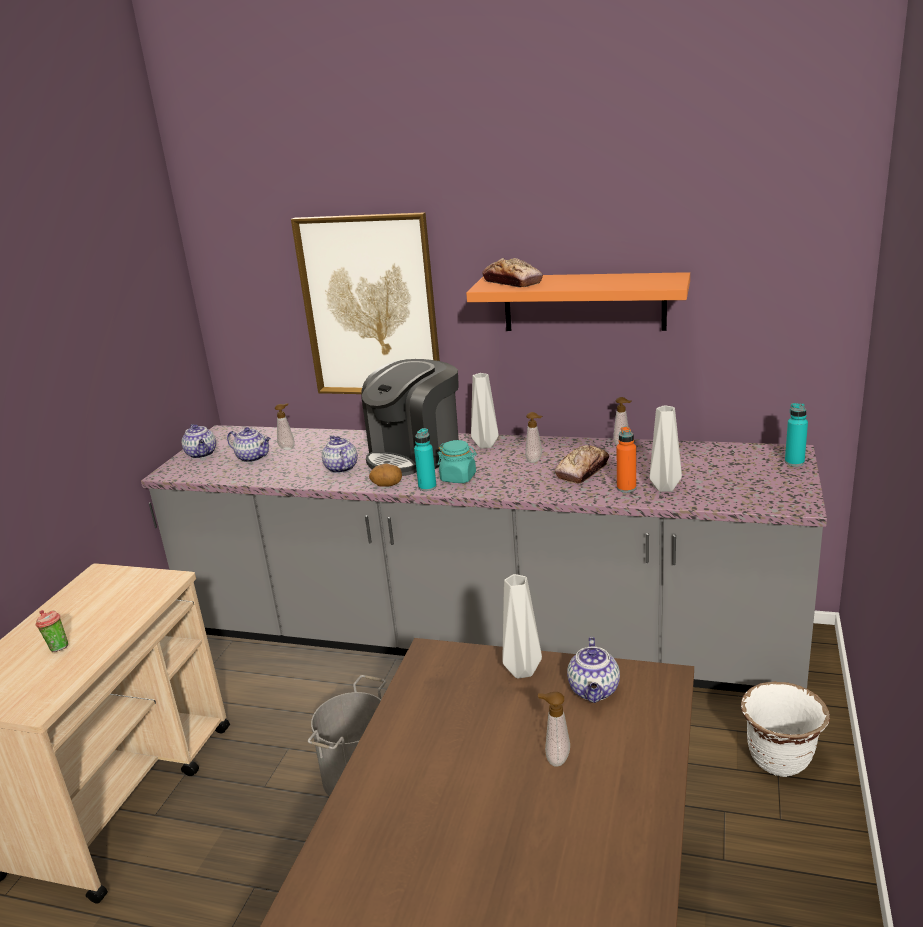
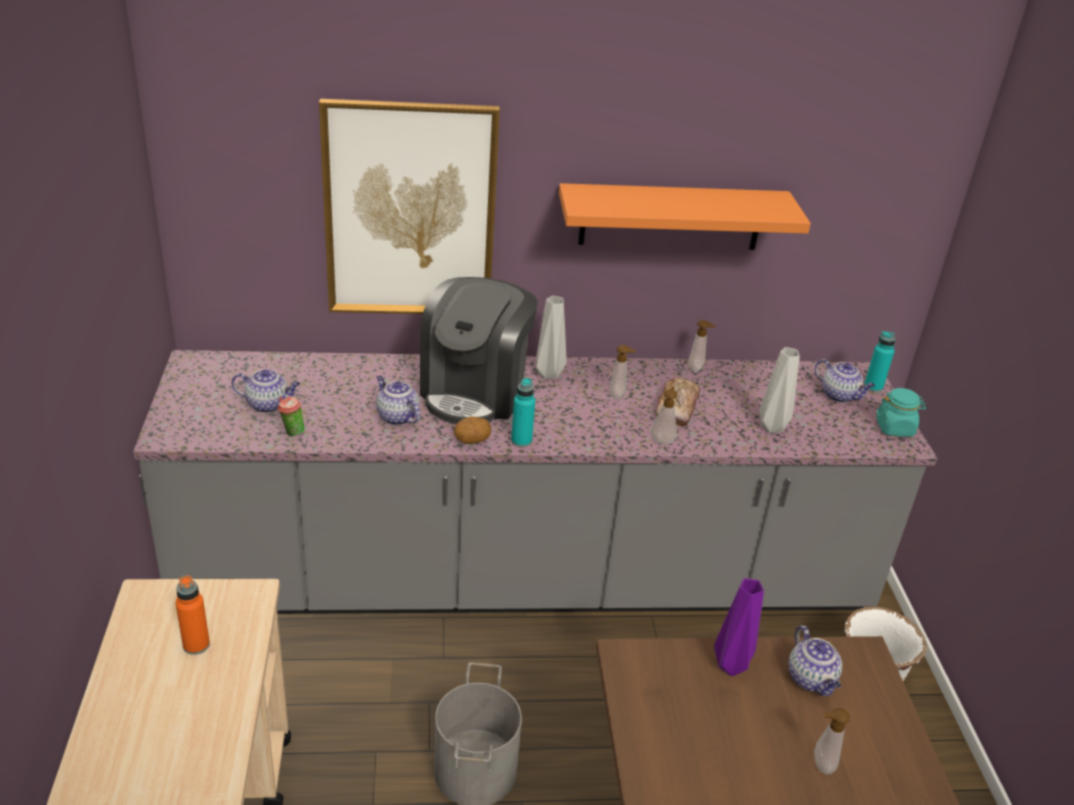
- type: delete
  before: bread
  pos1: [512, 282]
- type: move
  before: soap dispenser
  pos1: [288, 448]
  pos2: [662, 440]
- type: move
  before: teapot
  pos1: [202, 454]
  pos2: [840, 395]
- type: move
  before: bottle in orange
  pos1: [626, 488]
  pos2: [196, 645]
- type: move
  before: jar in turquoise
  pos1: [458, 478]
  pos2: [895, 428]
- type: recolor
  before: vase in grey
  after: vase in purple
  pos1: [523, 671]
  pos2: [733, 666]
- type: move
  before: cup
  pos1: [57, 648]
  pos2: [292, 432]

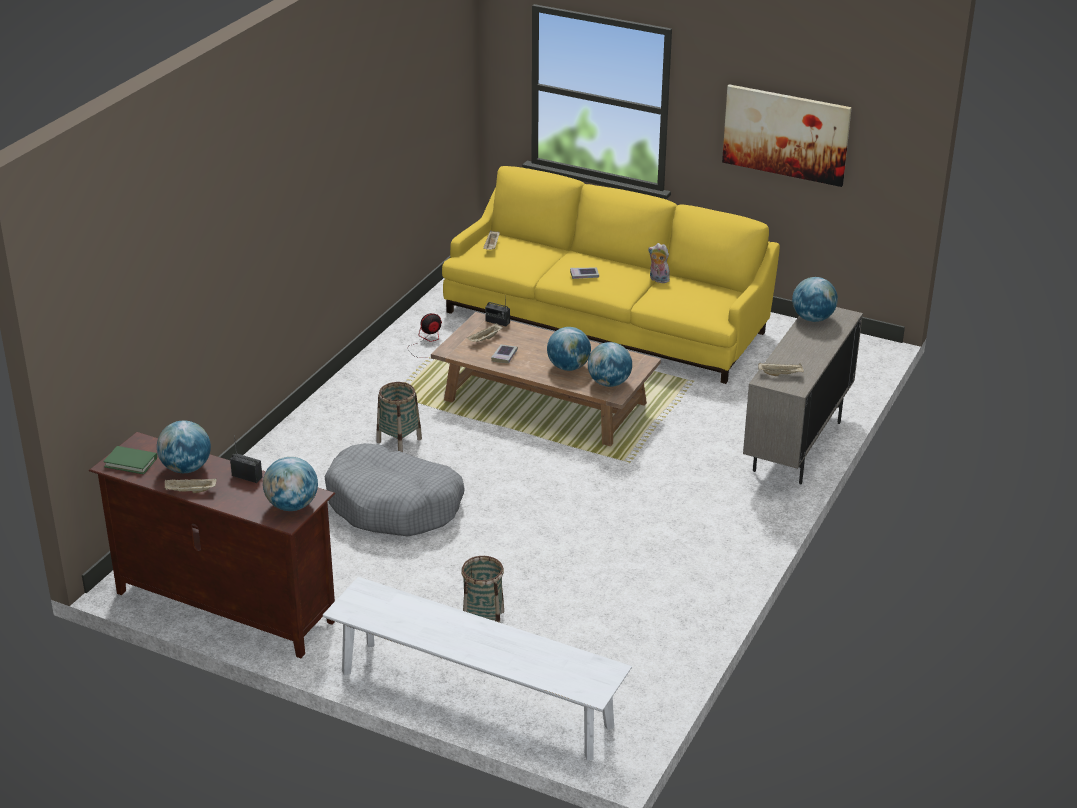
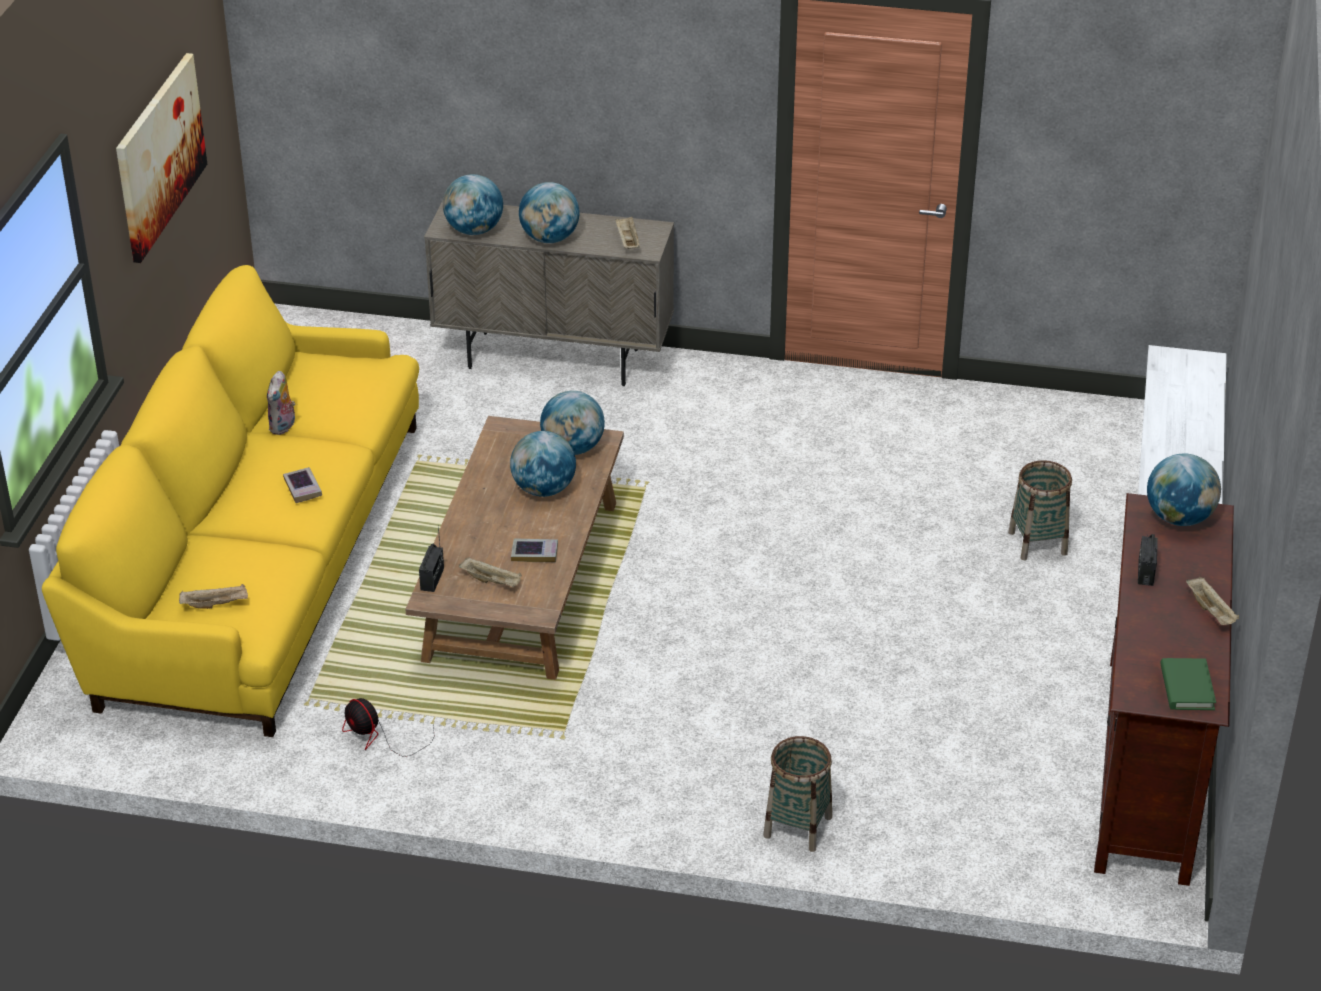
- type: move
  before: basket
  pos1: [399, 440]
  pos2: [797, 826]
- type: move
  before: globe
  pos1: [186, 468]
  pos2: [549, 238]
- type: delete
  before: dog bed in grey
  pos1: [394, 505]

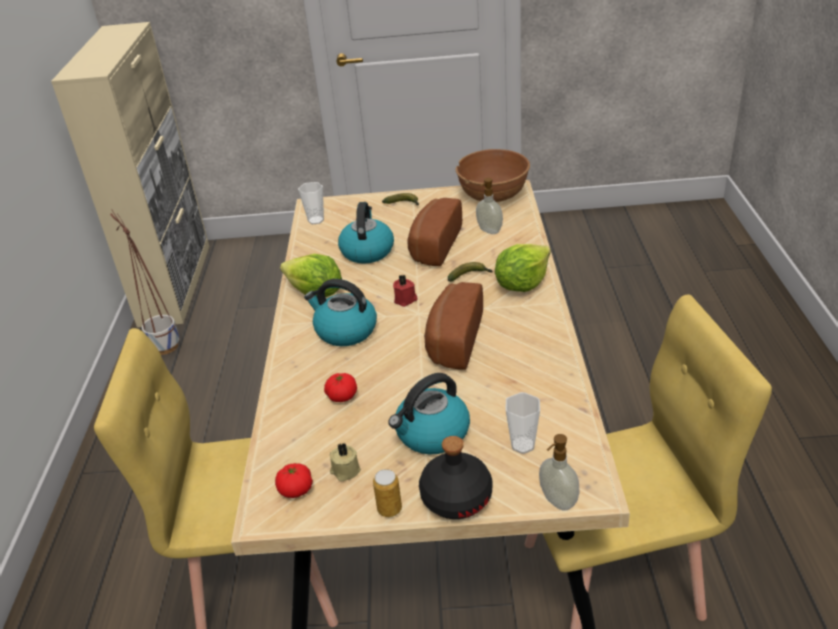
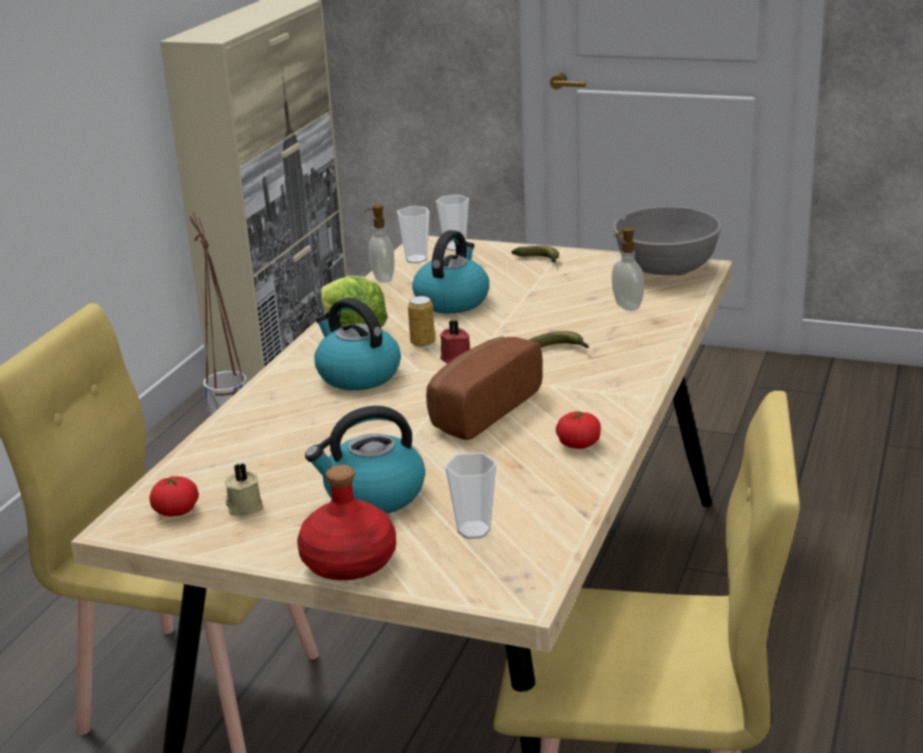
- type: recolor
  before: bowl in brown
  after: bowl in grey
  pos1: [493, 195]
  pos2: [666, 270]
- type: delete
  before: bread
  pos1: [433, 245]
- type: delete
  before: lettuce
  pos1: [522, 284]
- type: move
  before: tomato
  pos1: [342, 396]
  pos2: [578, 444]
- type: move
  before: soap dispenser
  pos1: [557, 501]
  pos2: [382, 279]
- type: recolor
  before: bottle in black
  after: bottle in red
  pos1: [456, 497]
  pos2: [349, 561]
- type: move
  before: can
  pos1: [389, 509]
  pos2: [422, 343]
- type: insert
  after: cup
  pos2: [455, 247]

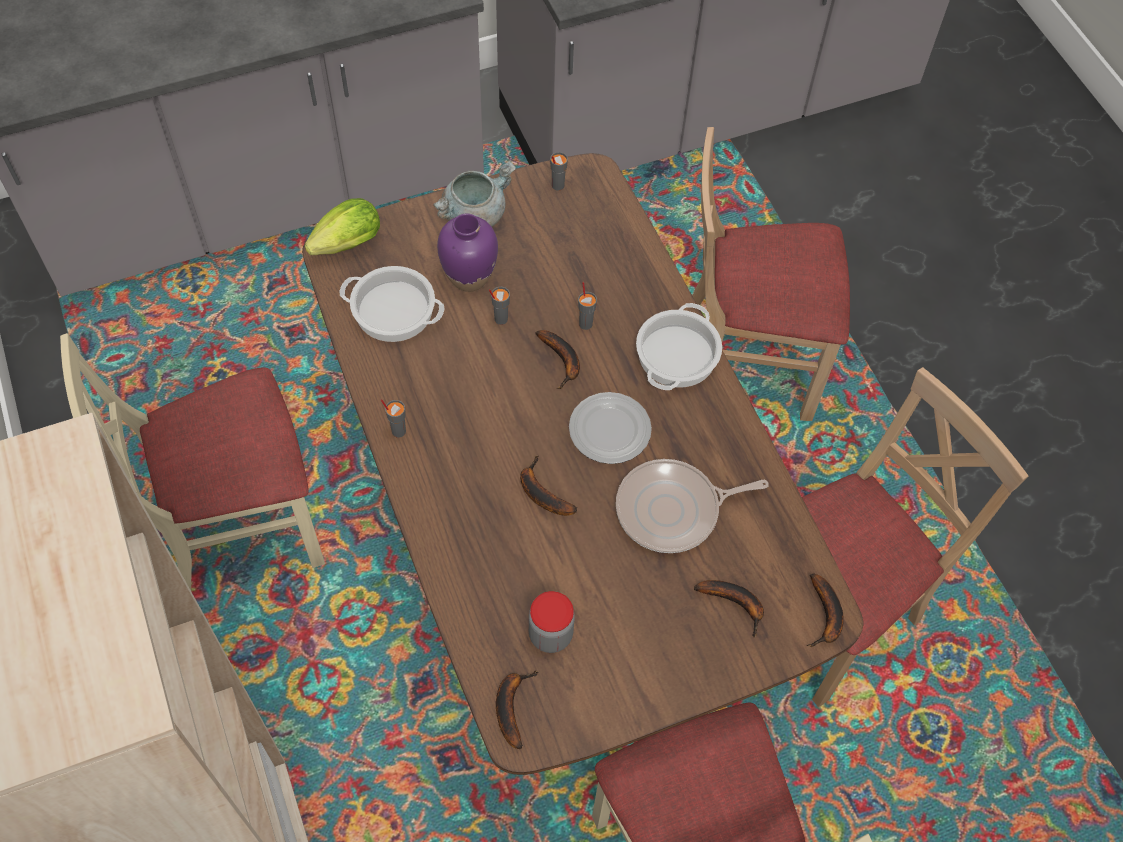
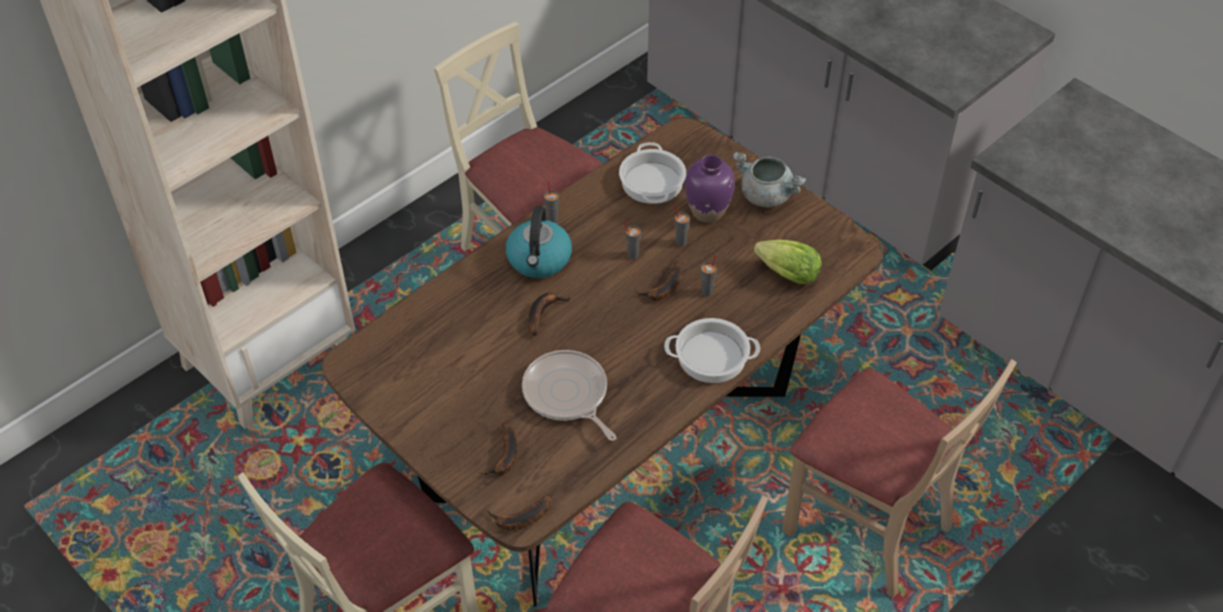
- type: rotate
  before: chair in beige
  pos1: [745, 364]
  pos2: [868, 527]
  turn: 150
- type: move
  before: cup in grey
  pos1: [557, 185]
  pos2: [632, 255]
- type: move
  before: lettuce
  pos1: [344, 246]
  pos2: [784, 273]
- type: delete
  before: plate
  pos1: [610, 430]
- type: delete
  before: jar
  pos1: [550, 635]
- type: delete
  before: banana
  pos1: [511, 706]
- type: insert
  after: kettle
  pos2: [539, 260]

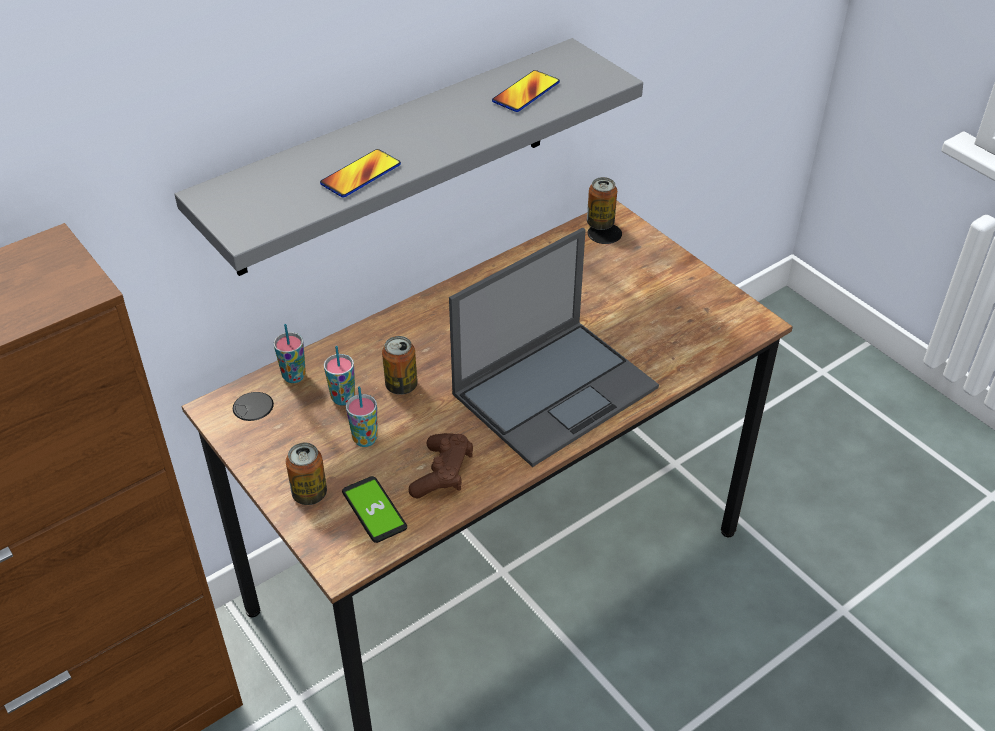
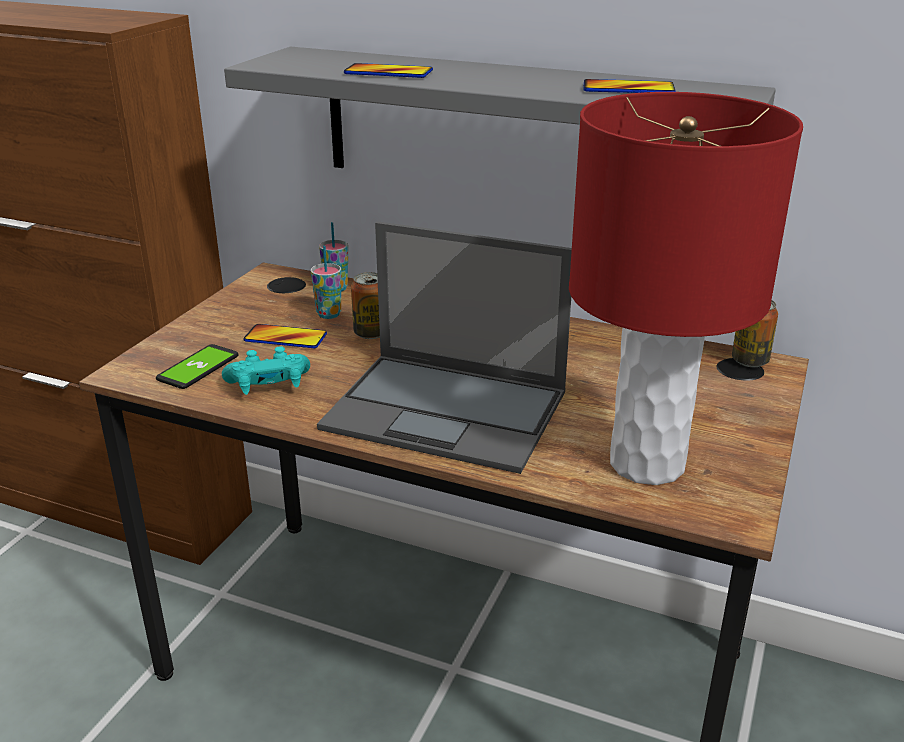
- type: replace
  before: cup
  after: phone
  pos1: [365, 439]
  pos2: [285, 338]
- type: recolor
  before: game controller in brown
  after: game controller in turquoise
  pos1: [443, 474]
  pos2: [269, 386]
- type: delete
  before: can
  pos1: [309, 494]
- type: insert
  after: table lamp in red
  pos2: [648, 463]

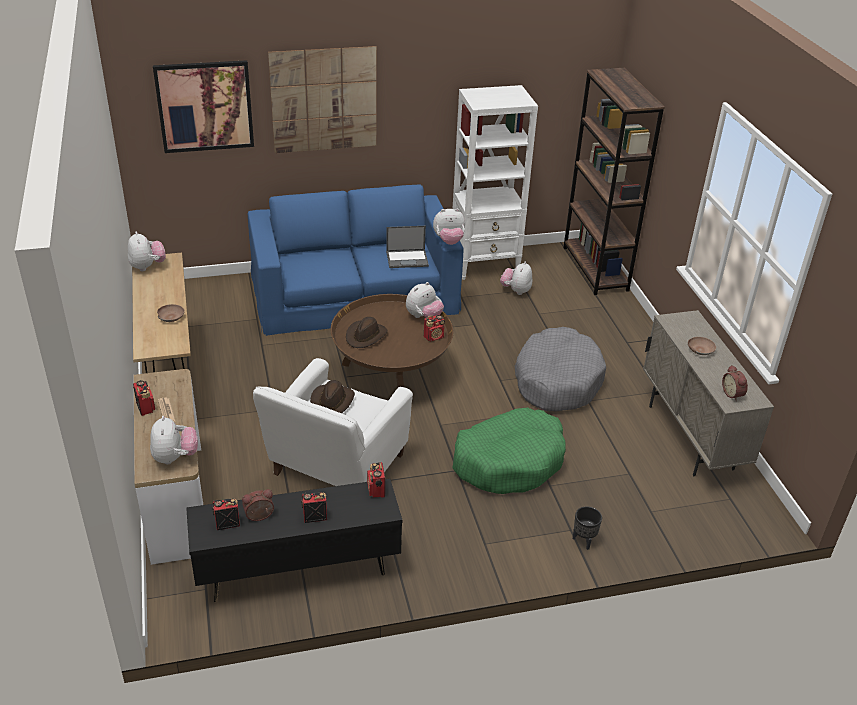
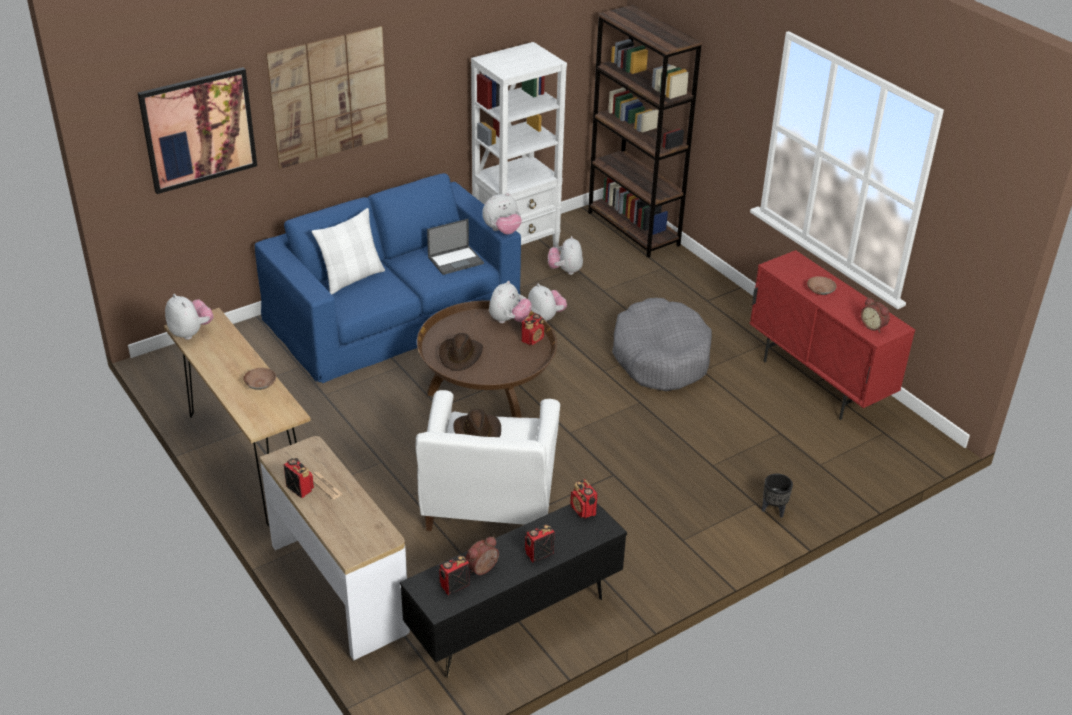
- type: recolor
  before: cabinet in beige
  after: cabinet in red
  pos1: [690, 437]
  pos2: [817, 383]
- type: delete
  before: dog bed in green
  pos1: [509, 461]
- type: move
  before: plush toy
  pos1: [175, 457]
  pos2: [546, 317]
- type: insert
  after: pillow in white
  pos2: [352, 278]

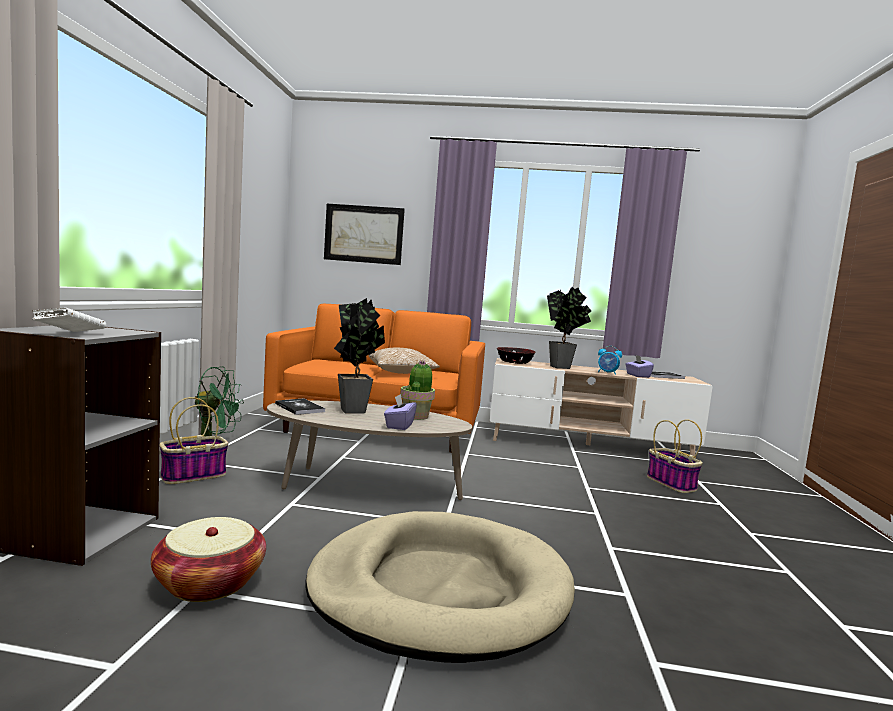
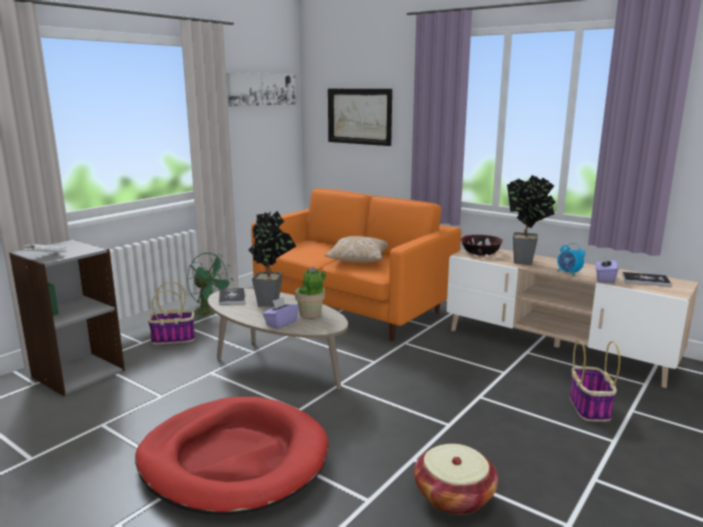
- type: recolor
  before: dog bed in beige
  after: dog bed in red
  pos1: [439, 589]
  pos2: [234, 459]
- type: move
  before: basket
  pos1: [209, 582]
  pos2: [454, 496]
- type: insert
  after: picture
  pos2: [261, 89]

